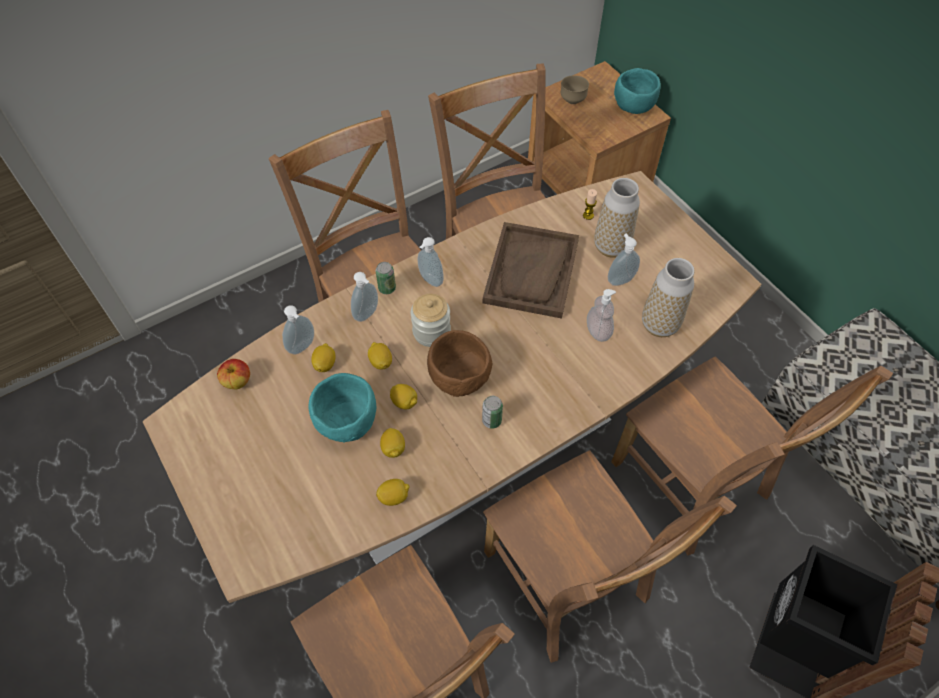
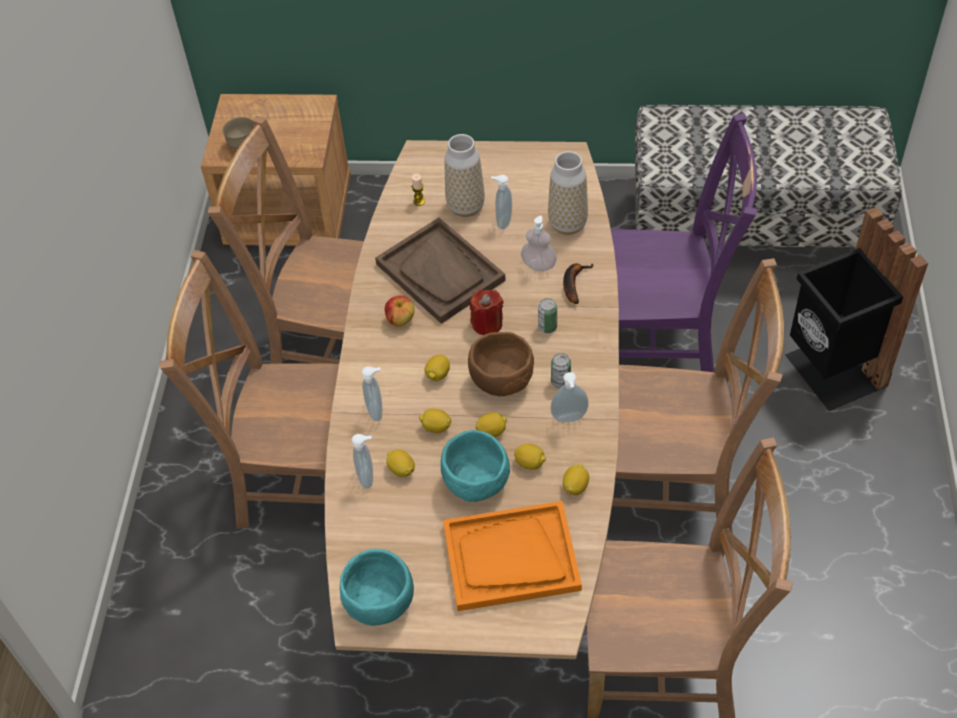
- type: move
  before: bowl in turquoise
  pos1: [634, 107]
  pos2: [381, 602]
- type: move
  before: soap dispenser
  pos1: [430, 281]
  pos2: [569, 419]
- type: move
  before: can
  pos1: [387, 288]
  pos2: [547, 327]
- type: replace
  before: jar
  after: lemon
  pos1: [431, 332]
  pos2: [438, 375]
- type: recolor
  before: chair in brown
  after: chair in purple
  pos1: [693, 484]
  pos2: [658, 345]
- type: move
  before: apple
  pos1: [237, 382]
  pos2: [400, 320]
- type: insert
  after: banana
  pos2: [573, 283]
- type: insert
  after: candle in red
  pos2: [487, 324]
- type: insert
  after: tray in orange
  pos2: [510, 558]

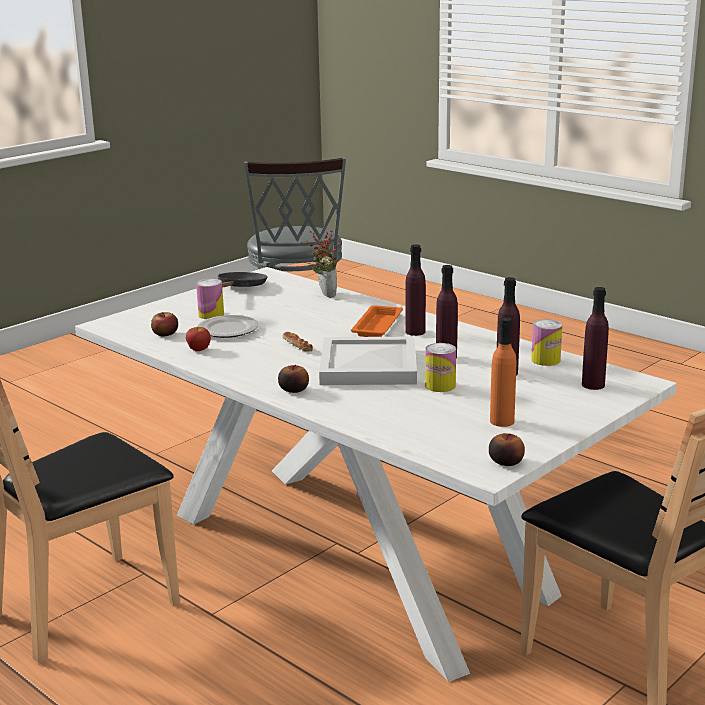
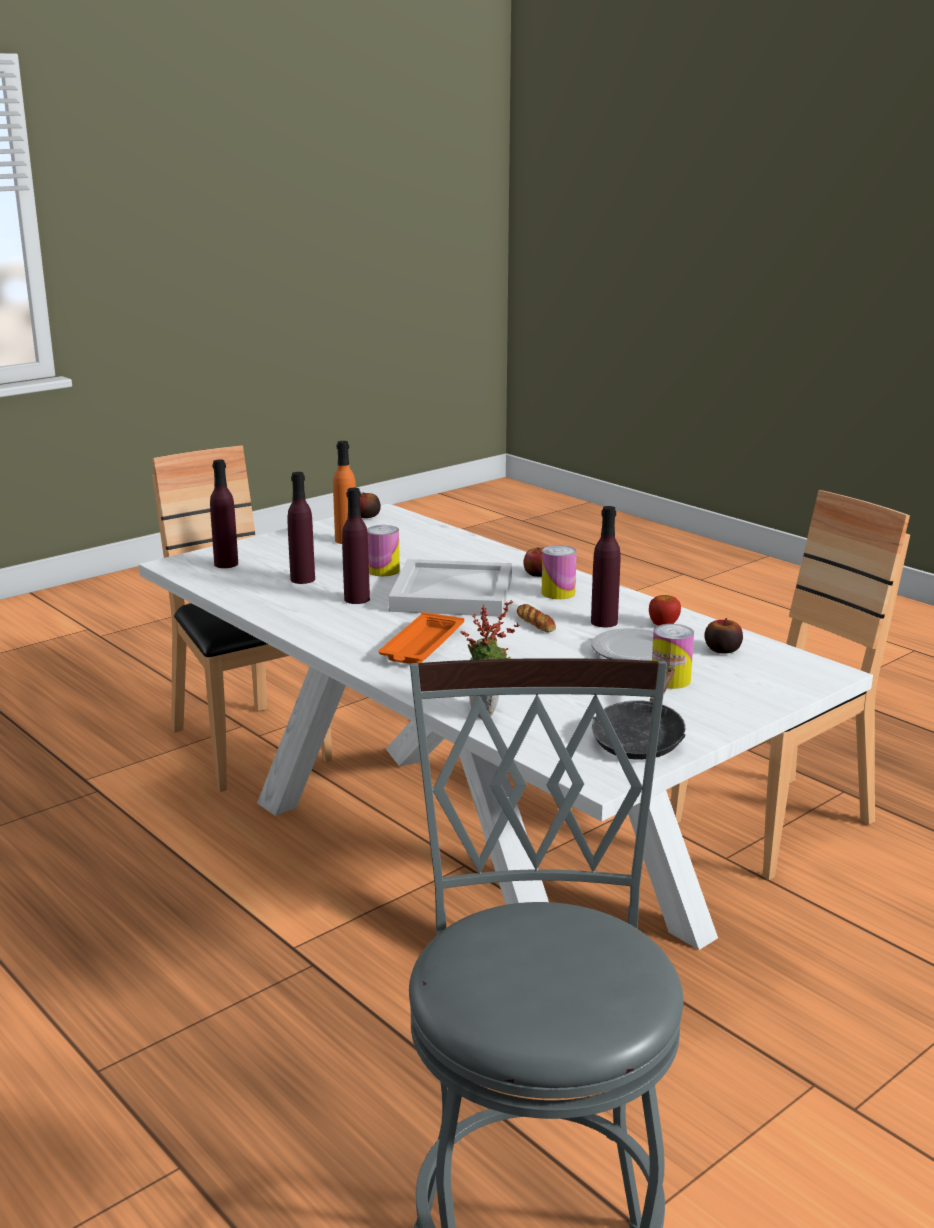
- type: move
  before: bottle in purple
  pos1: [415, 332]
  pos2: [604, 622]
- type: move
  before: can
  pos1: [545, 360]
  pos2: [558, 593]

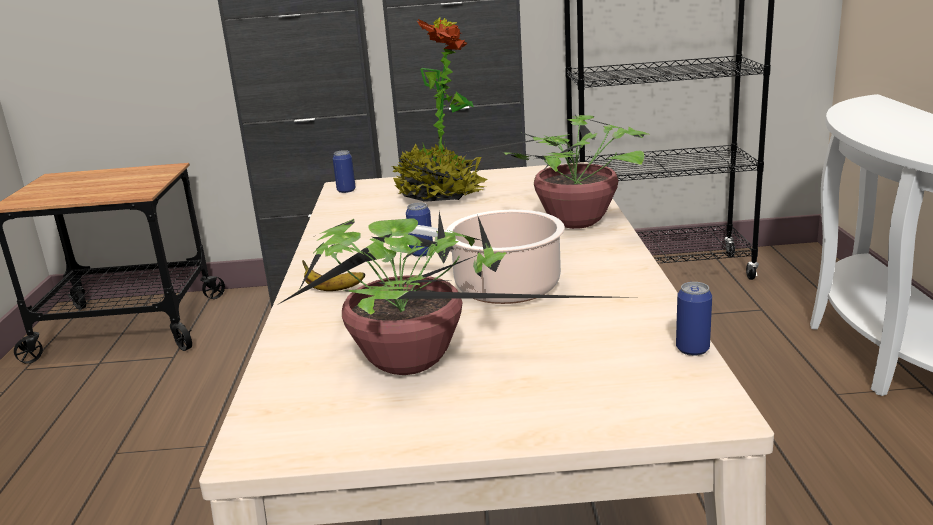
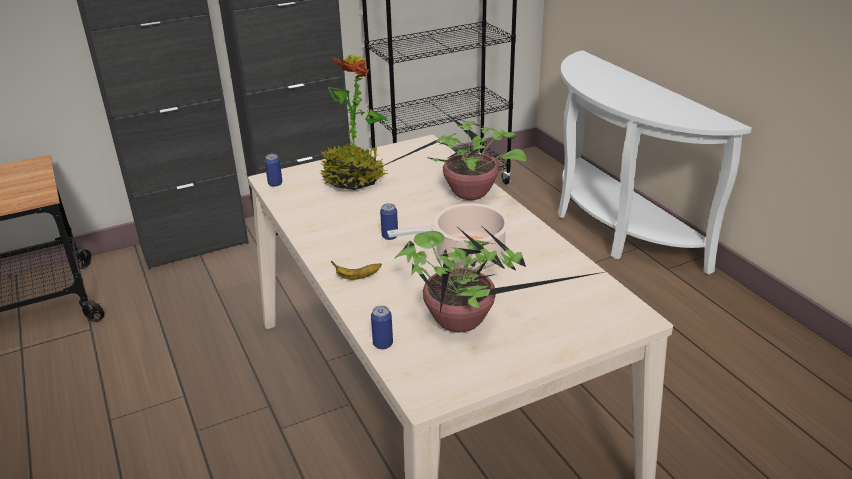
- type: move
  before: can
  pos1: [692, 349]
  pos2: [383, 344]

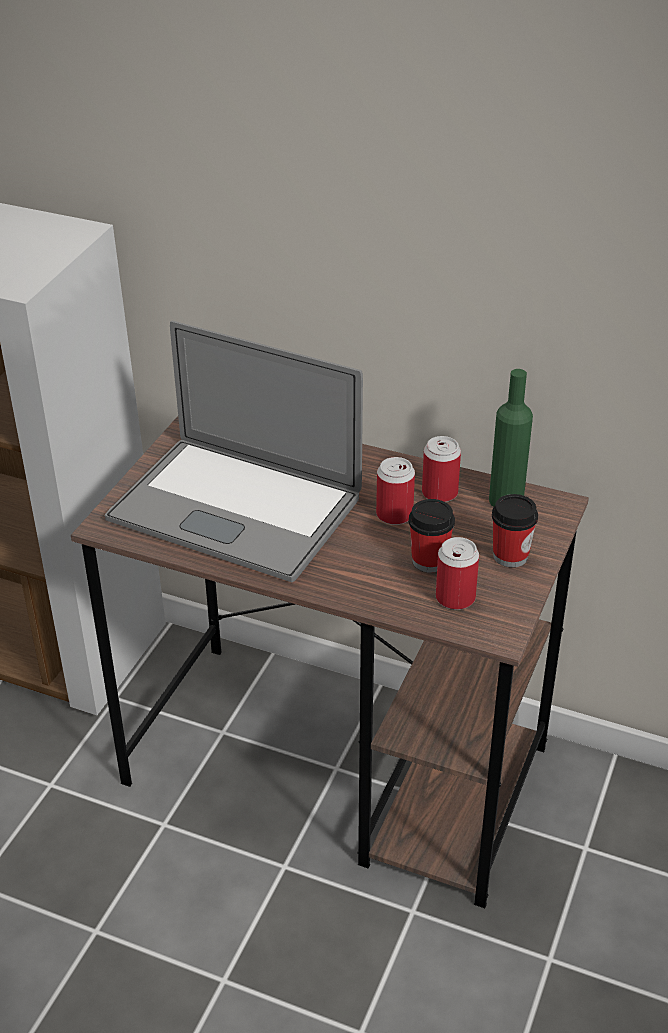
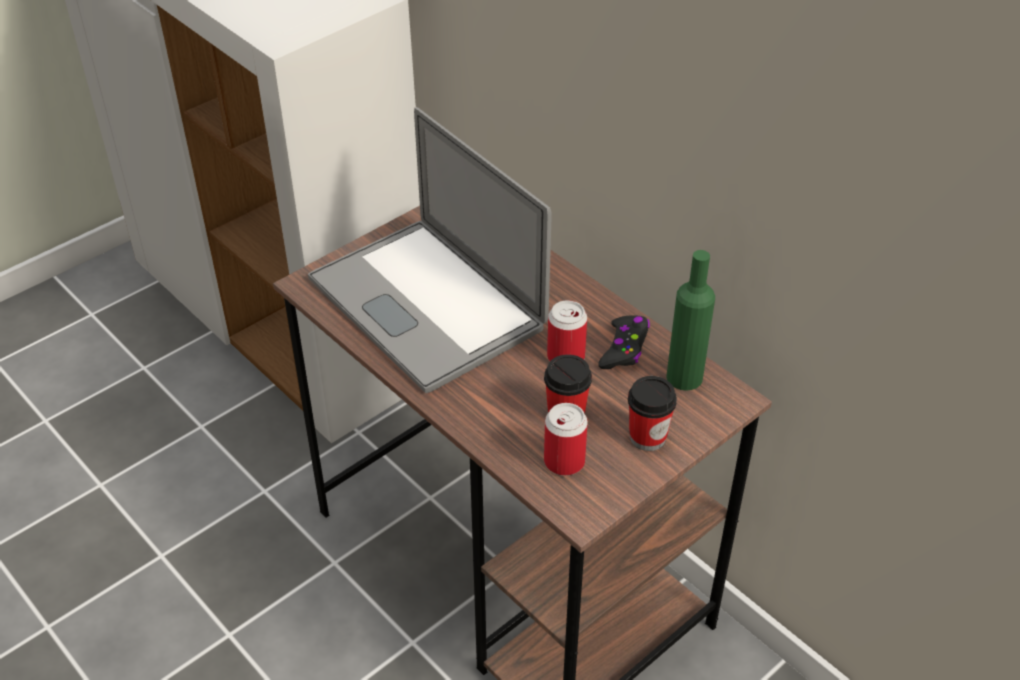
- type: replace
  before: can
  after: game controller in black
  pos1: [439, 493]
  pos2: [624, 348]

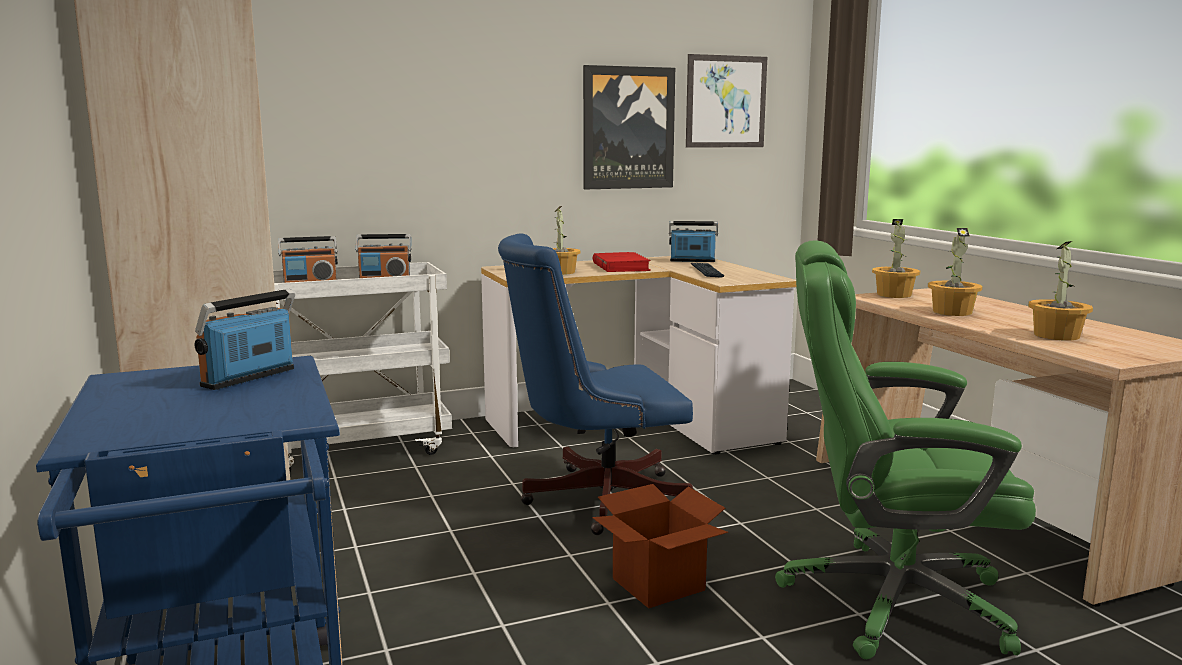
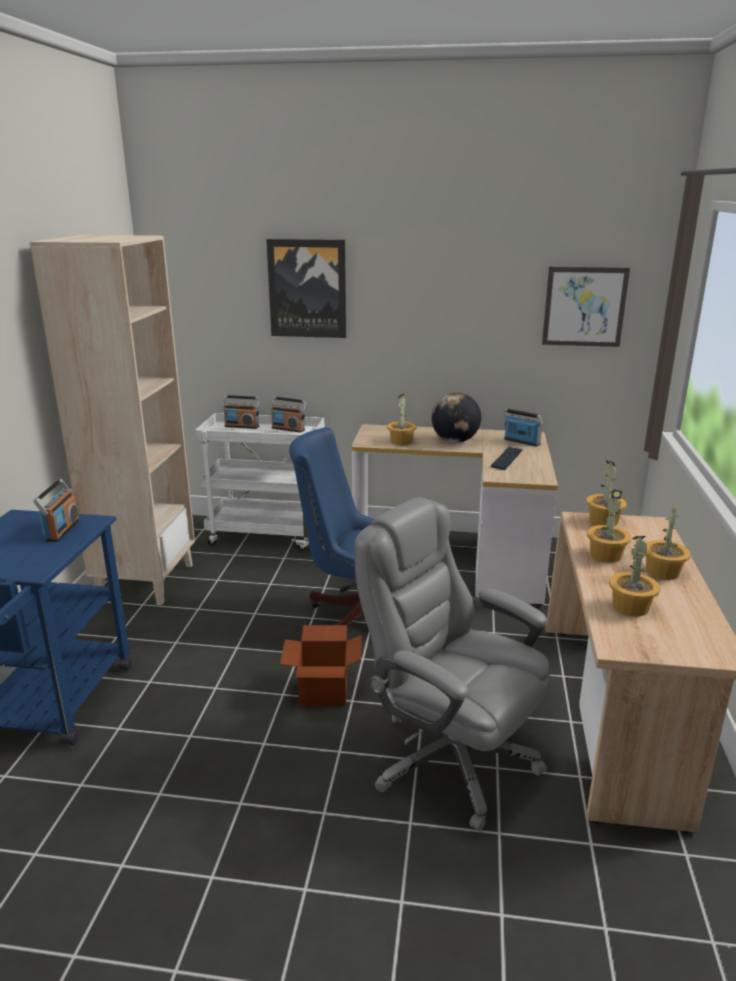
- type: move
  before: picture
  pos1: [628, 128]
  pos2: [307, 288]
- type: recolor
  before: office chair in green
  after: office chair in grey
  pos1: [890, 600]
  pos2: [450, 758]
- type: replace
  before: book in red
  after: globe
  pos1: [620, 266]
  pos2: [455, 441]
- type: rotate
  before: radio
  pos1: [250, 378]
  pos2: [62, 530]
  turn: 120
- type: insert
  after: potted plant
  pos2: [662, 571]

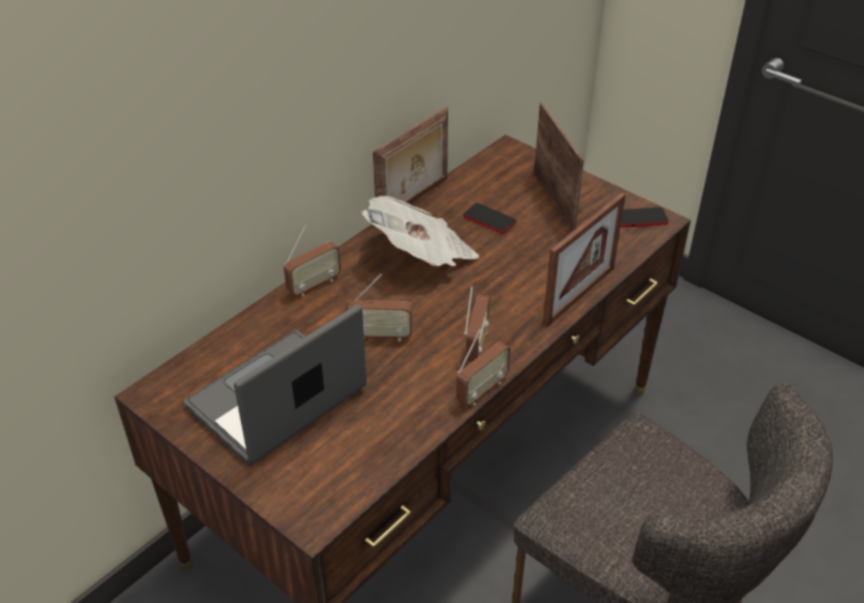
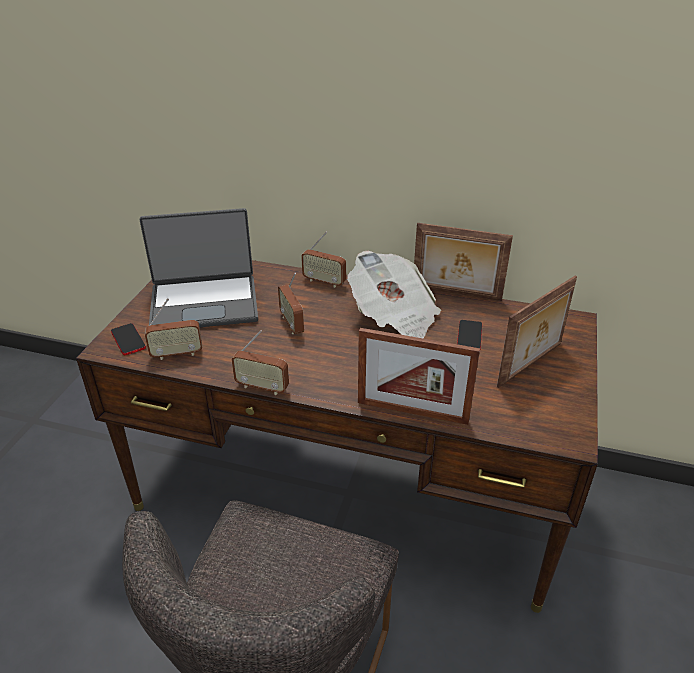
- type: move
  before: phone
  pos1: [641, 218]
  pos2: [128, 340]
- type: move
  before: radio
  pos1: [476, 345]
  pos2: [177, 354]
- type: rotate
  before: laptop
  pos1: [279, 401]
  pos2: [204, 303]
  turn: 150

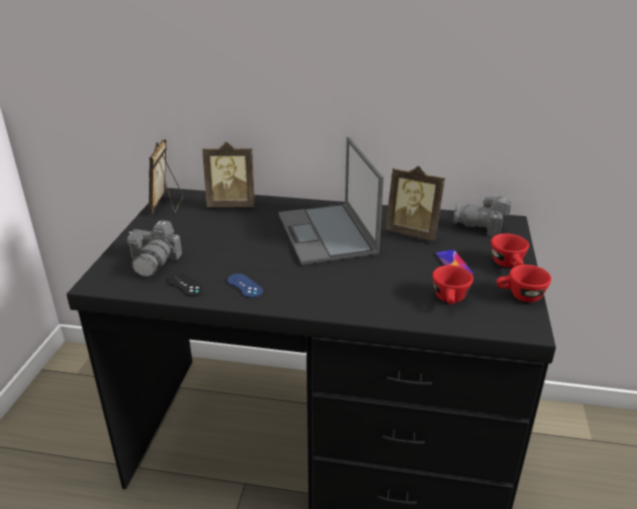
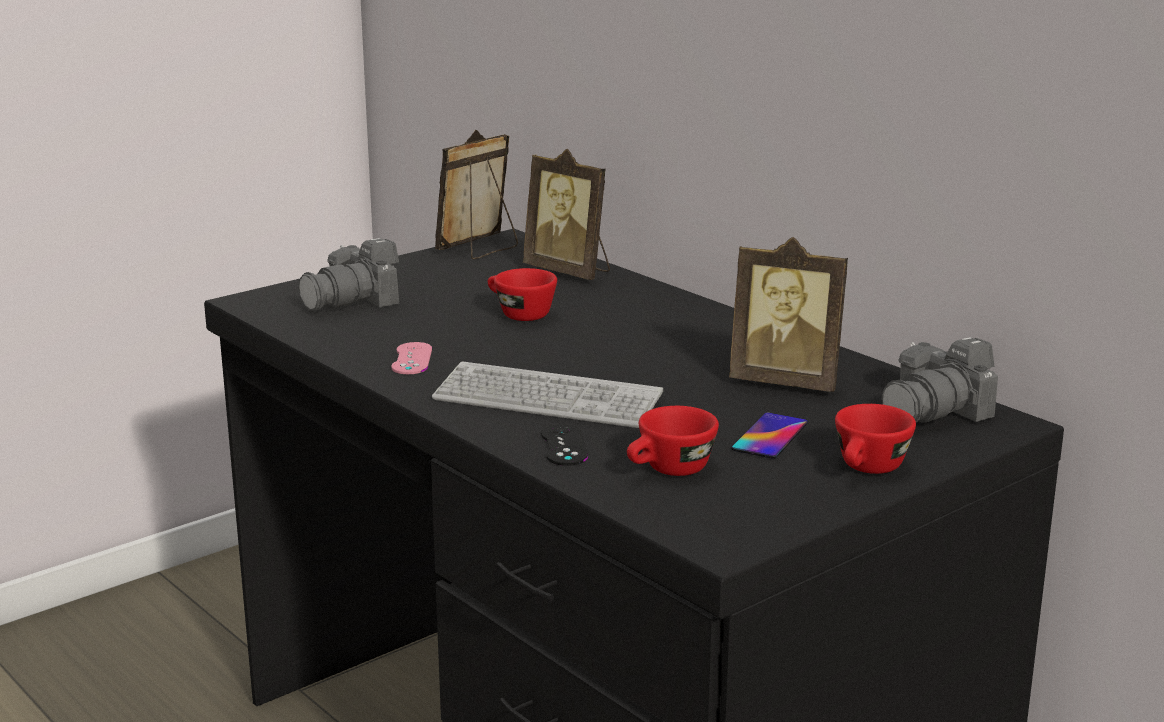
- type: delete
  before: laptop
  pos1: [327, 234]
- type: rotate
  before: picture frame
  pos1: [413, 232]
  pos2: [787, 382]
  turn: -45
- type: rotate
  before: photo camera
  pos1: [483, 226]
  pos2: [936, 412]
  turn: -90
- type: move
  before: cup in red
  pos1: [520, 296]
  pos2: [518, 314]
- type: move
  before: game controller in black
  pos1: [186, 285]
  pos2: [564, 445]
- type: recolor
  before: game controller in blue
  after: game controller in pink
  pos1: [244, 286]
  pos2: [412, 359]
- type: insert
  after: keyboard
  pos2: [547, 399]

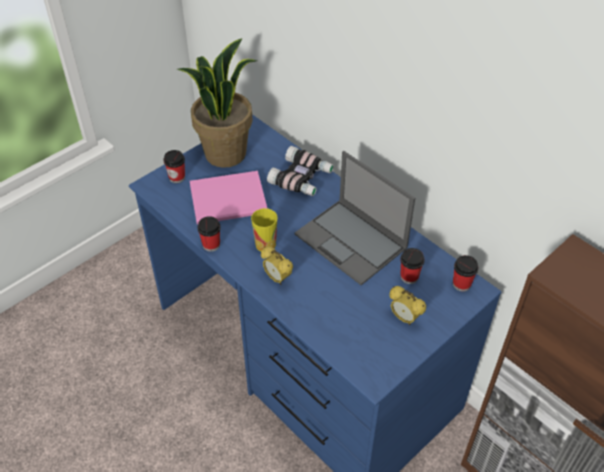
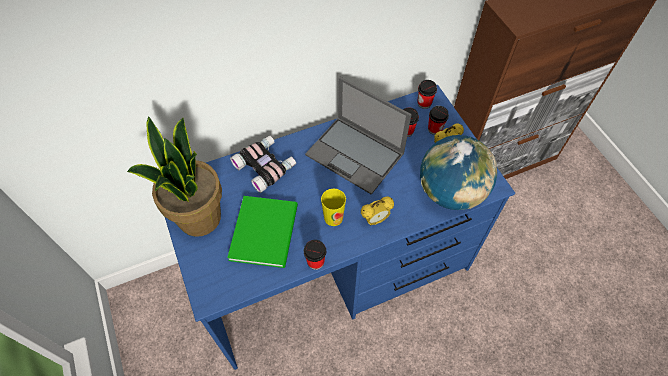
- type: move
  before: cup
  pos1: [177, 177]
  pos2: [435, 129]
- type: rotate
  before: laptop
  pos1: [352, 241]
  pos2: [356, 154]
  turn: 60
- type: recolor
  before: book in pink
  after: book in green
  pos1: [231, 200]
  pos2: [266, 230]
- type: insert
  after: globe
  pos2: [450, 192]

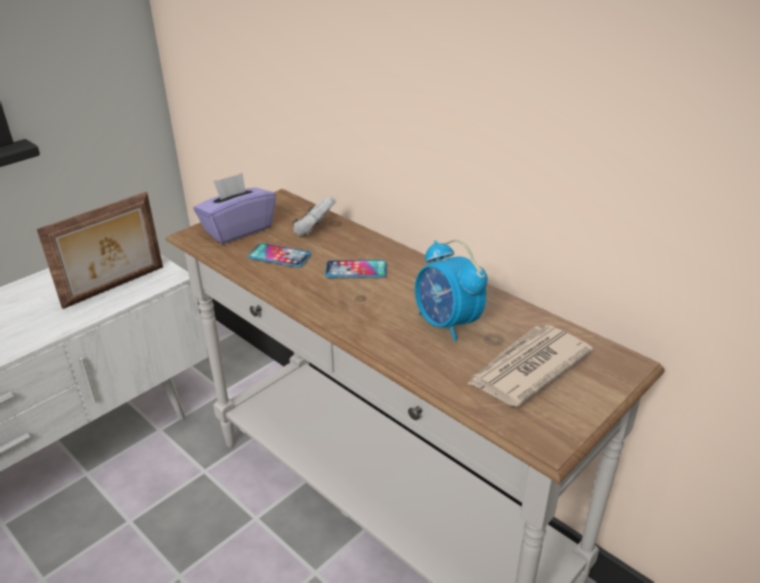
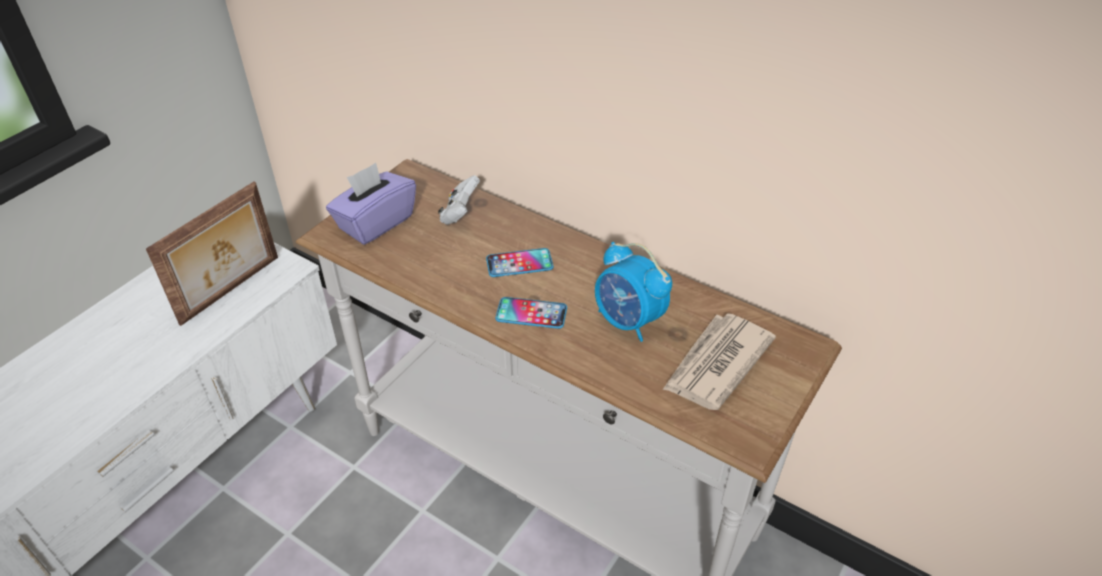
- type: move
  before: phone
  pos1: [280, 256]
  pos2: [531, 314]

